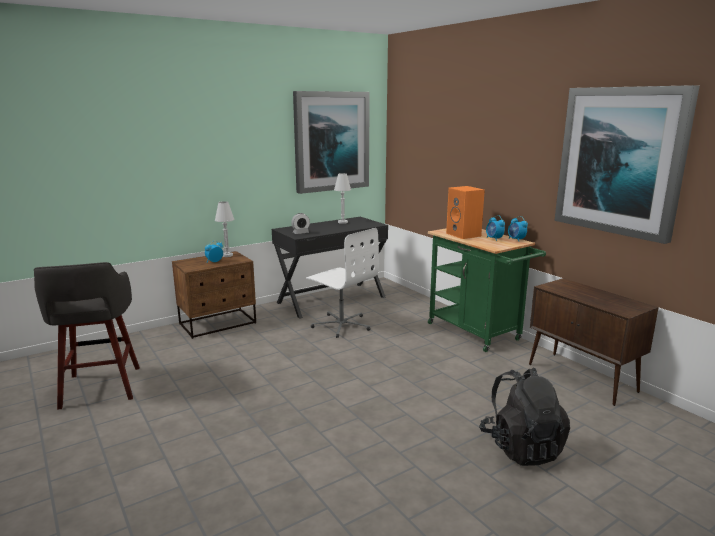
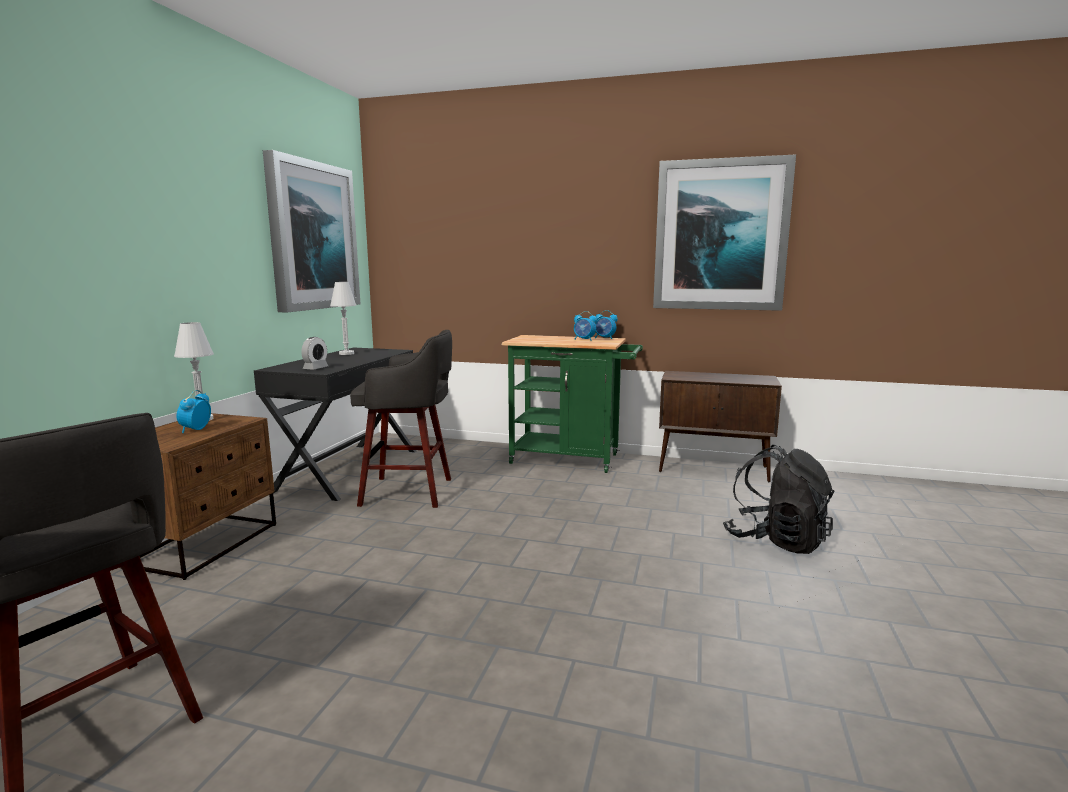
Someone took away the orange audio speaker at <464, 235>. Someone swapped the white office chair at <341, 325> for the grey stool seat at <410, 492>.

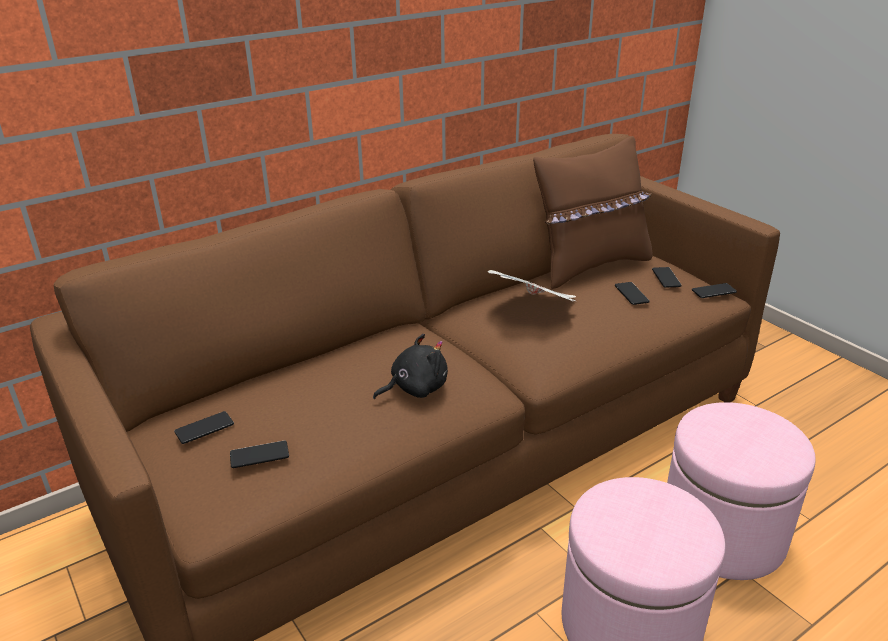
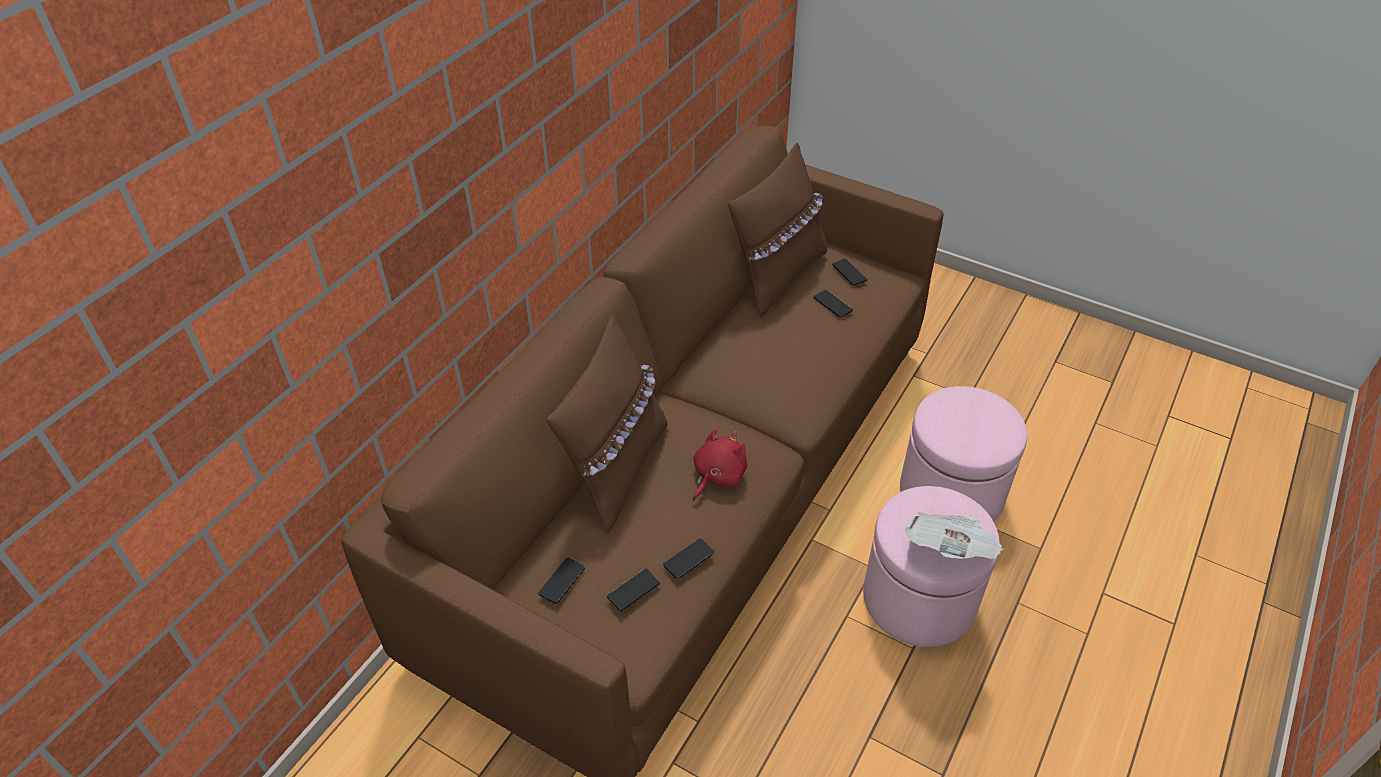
Someone carried the newspaper from <535, 308> to <950, 550>. Someone carried the handset from <713, 291> to <688, 559>. Someone repainted the blackish plush toy at <415, 388>, which became the red plush toy at <717, 476>. Someone put down the brown throw pillow at <616, 469>.

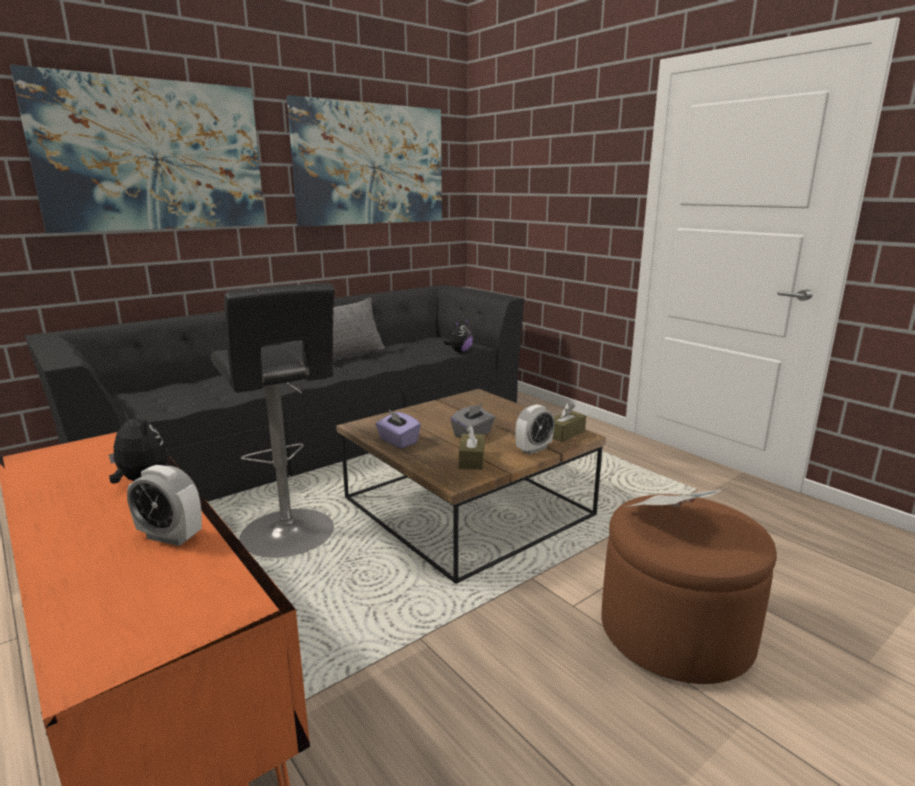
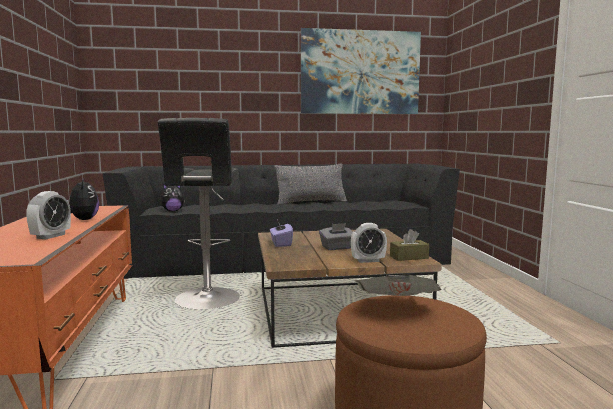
Someone took away the wall picture at <154, 156>. Someone carried the plush toy from <460, 352> to <173, 211>. Someone took away the brown box of tissues at <471, 459>. Someone rotated the bedside clock at <170, 537> by 120 degrees counterclockwise.

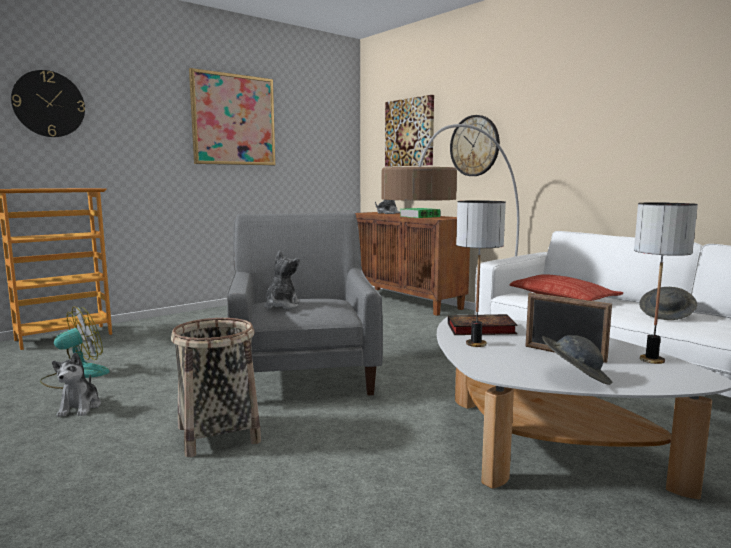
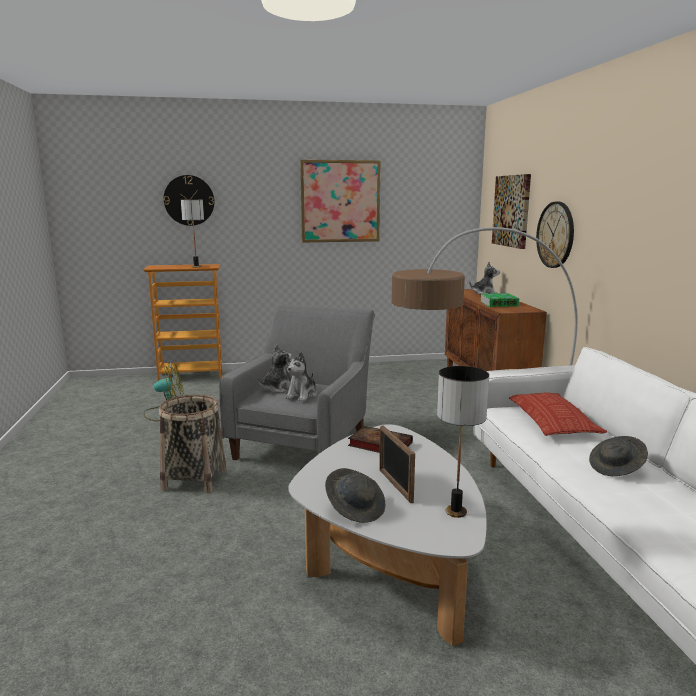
Someone carried the tabletop lamp from <475, 344> to <196, 266>. Someone carried the plush toy from <80, 407> to <302, 395>.

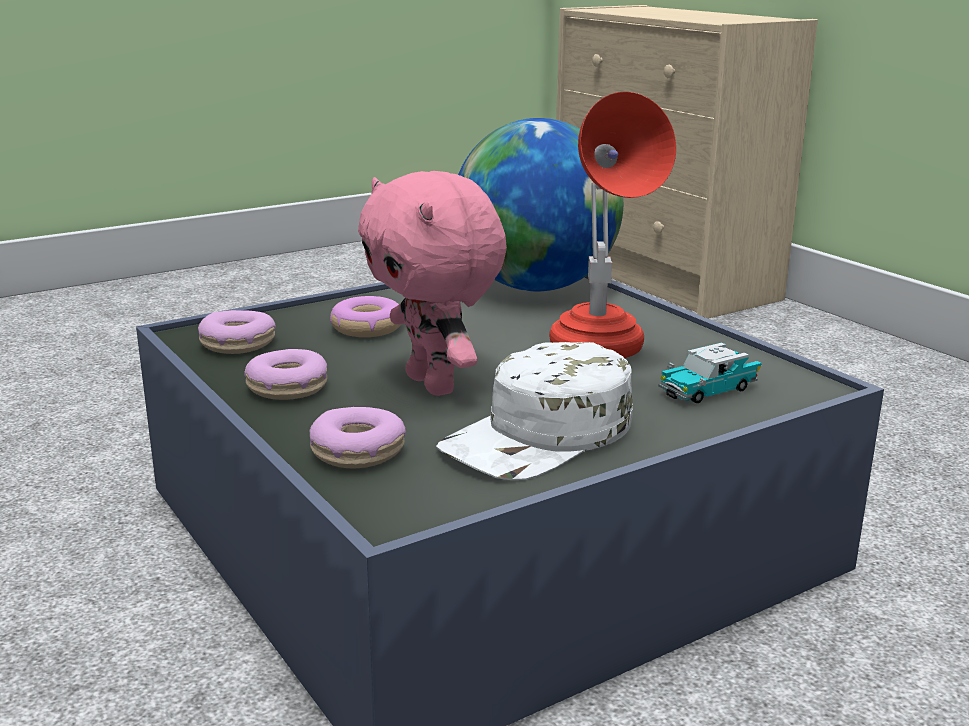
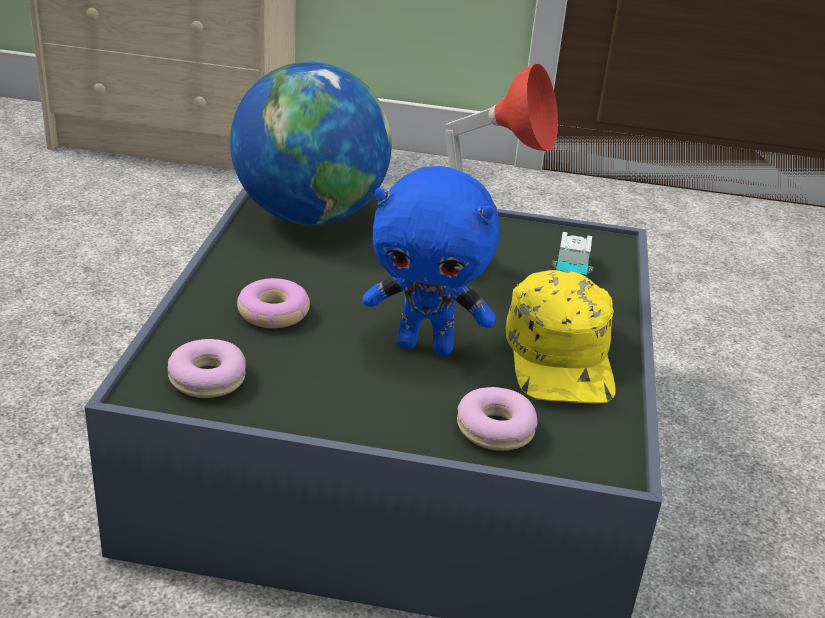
Someone repainted the pinkish plush toy at <434, 384>, which became the bluish plush toy at <426, 345>. Someone repainted the white peaked cap at <540, 436>, which became the yellow-coloured peaked cap at <561, 356>. Someone took away the ring doughnut at <287, 387>.

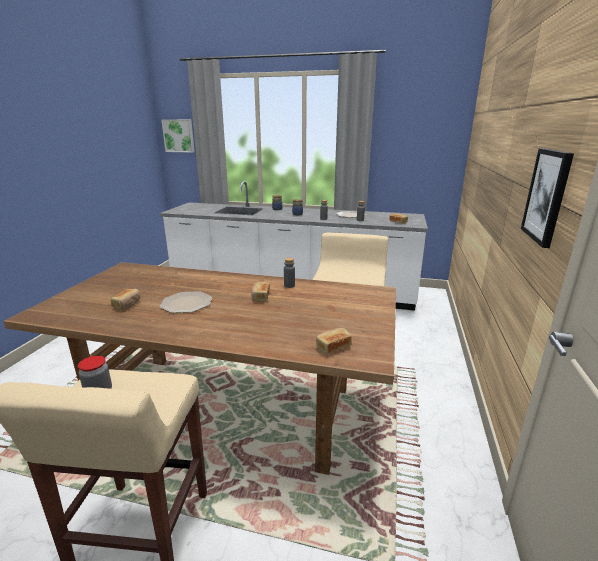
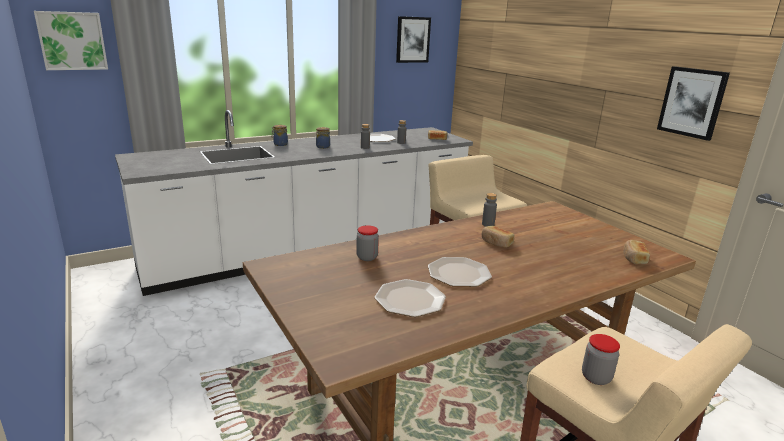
Someone swapped the bread at <127, 304> for the dinner plate at <411, 299>. Someone put up the wall picture at <412, 39>. Someone put down the jar at <367, 257>.

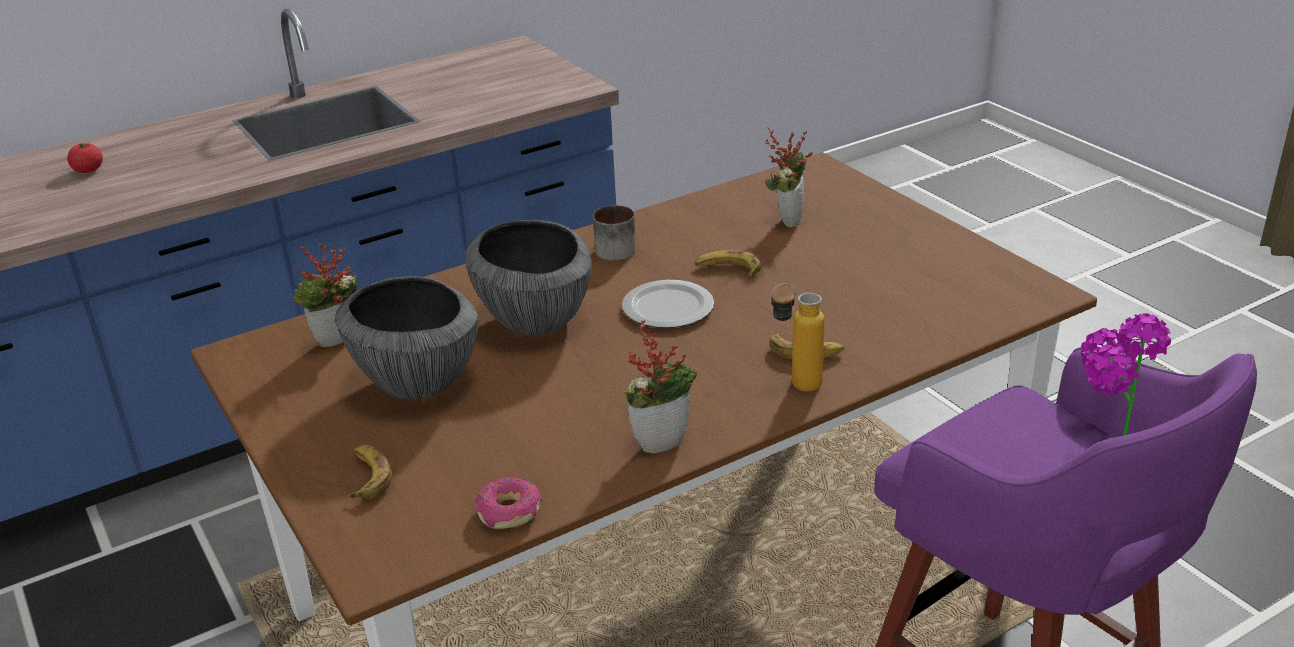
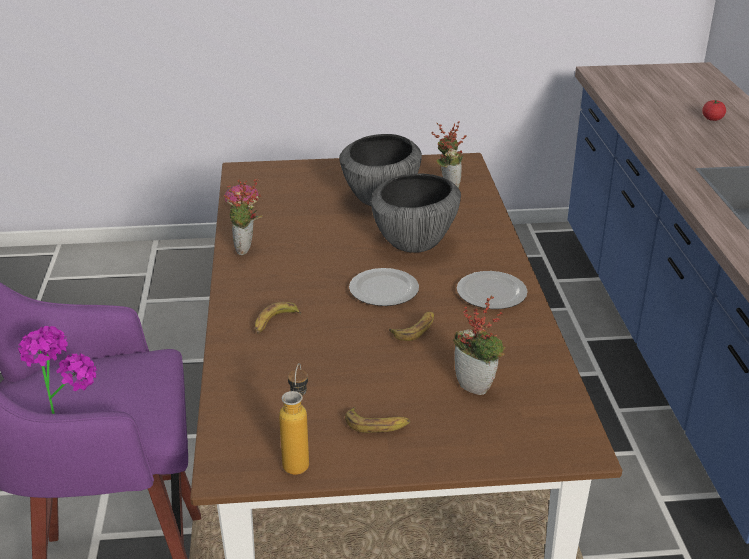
Someone swapped the mug at <613, 248> for the dinner plate at <492, 292>. Someone carried the beverage bottle from <795, 386> to <298, 459>. Someone carried the whole banana from <367, 476> to <377, 425>.

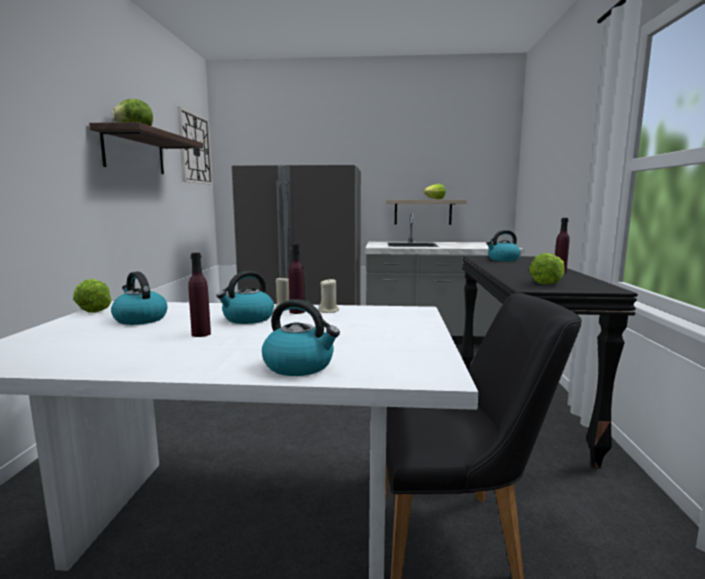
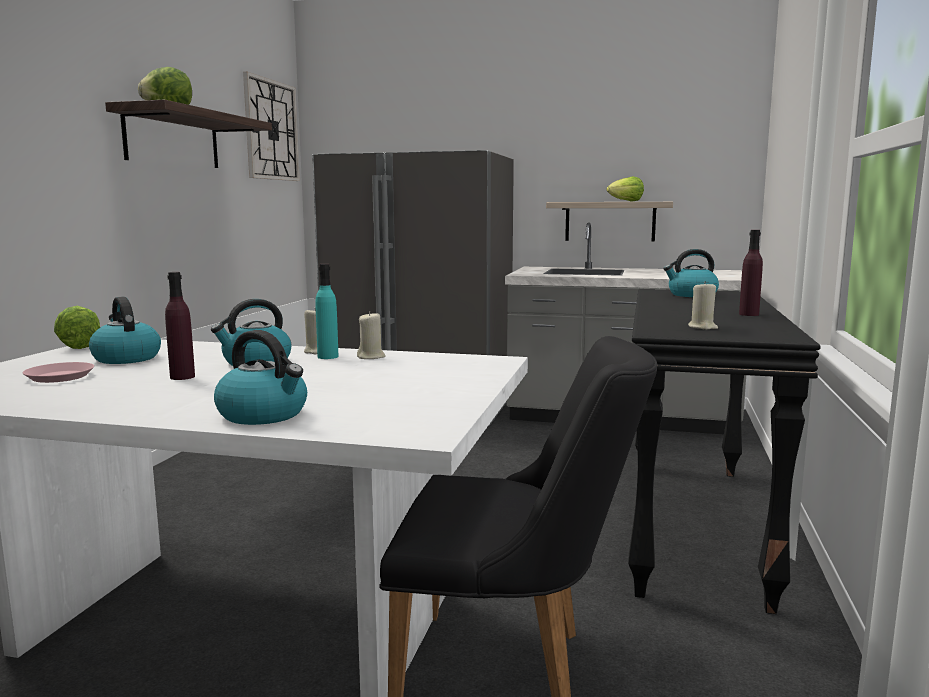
Someone repainted the purplish beverage bottle at <297, 312>, which became the blue-green beverage bottle at <328, 357>. Someone swapped the lettuce at <547, 282> for the beige-coloured wax light at <702, 327>. Someone put down the pinkish dinner plate at <59, 377>.

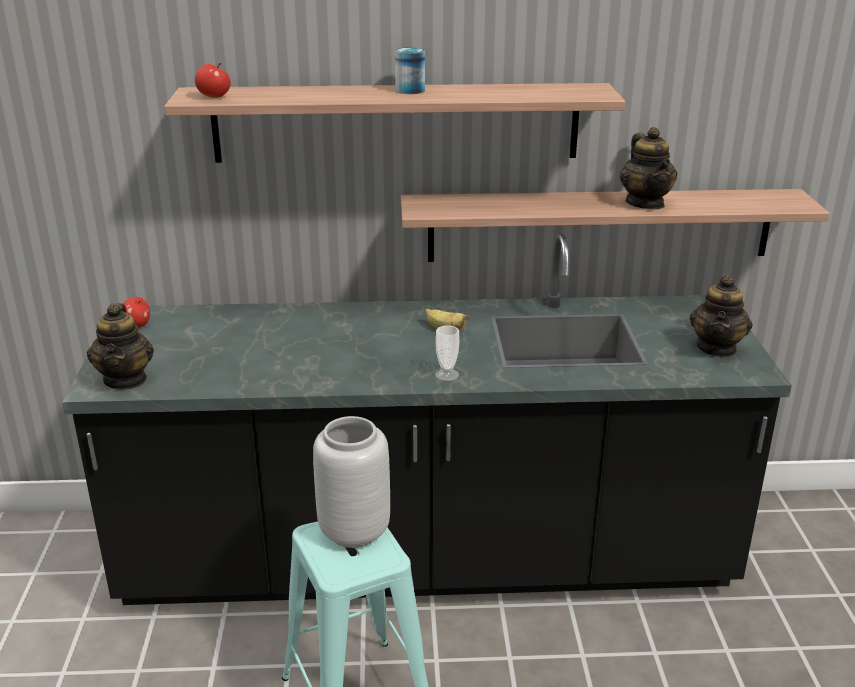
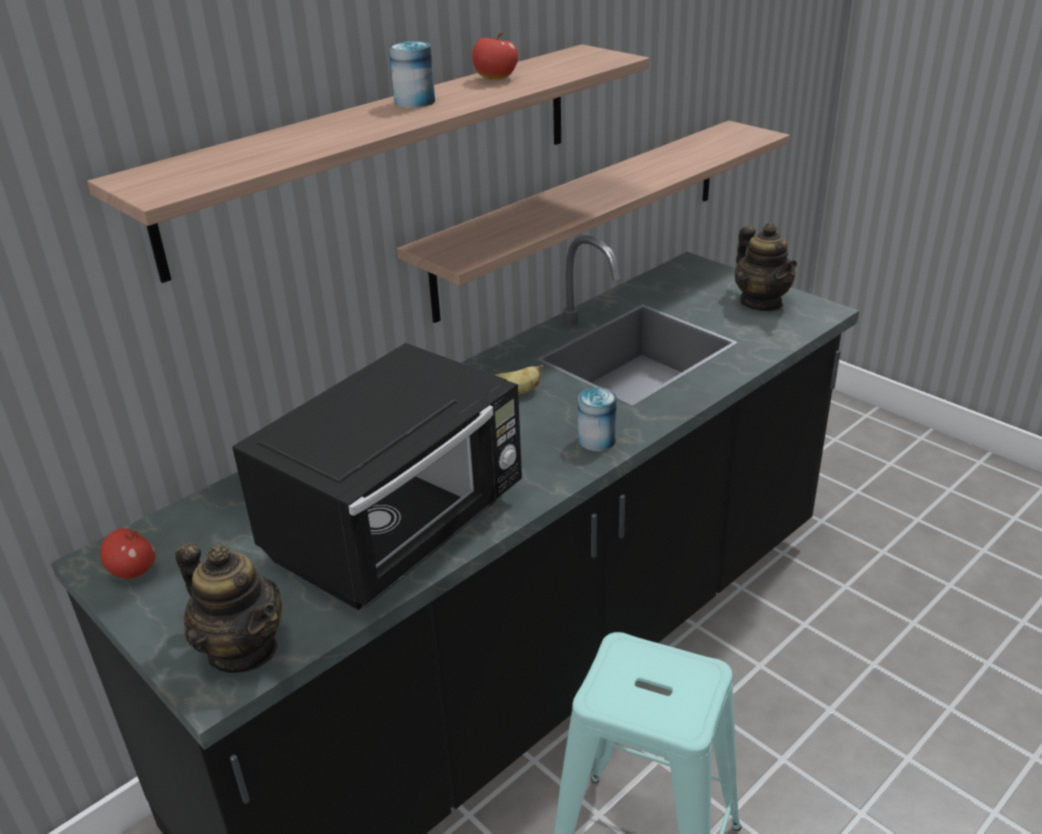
Someone carried the apple fruit from <214, 97> to <495, 79>. Someone took away the pot for tea at <645, 203>. Someone swapped the small cup at <447, 375> for the metal can at <597, 440>. Someone took away the grey flower vase at <354, 530>. Someone put down the blackish microwave oven at <400, 529>.

